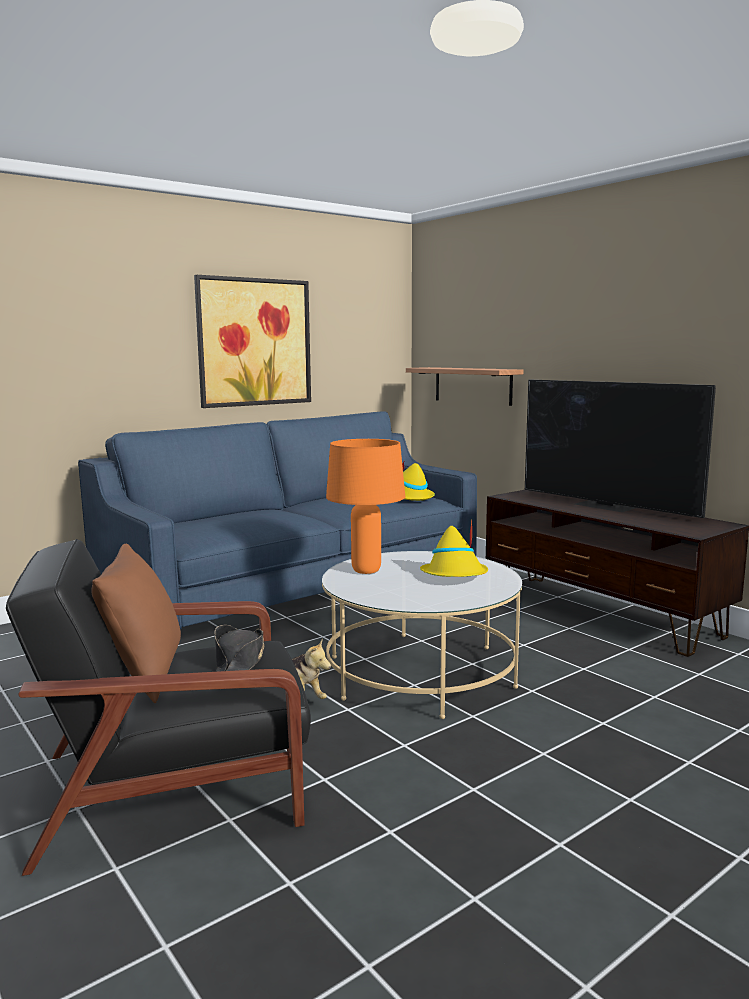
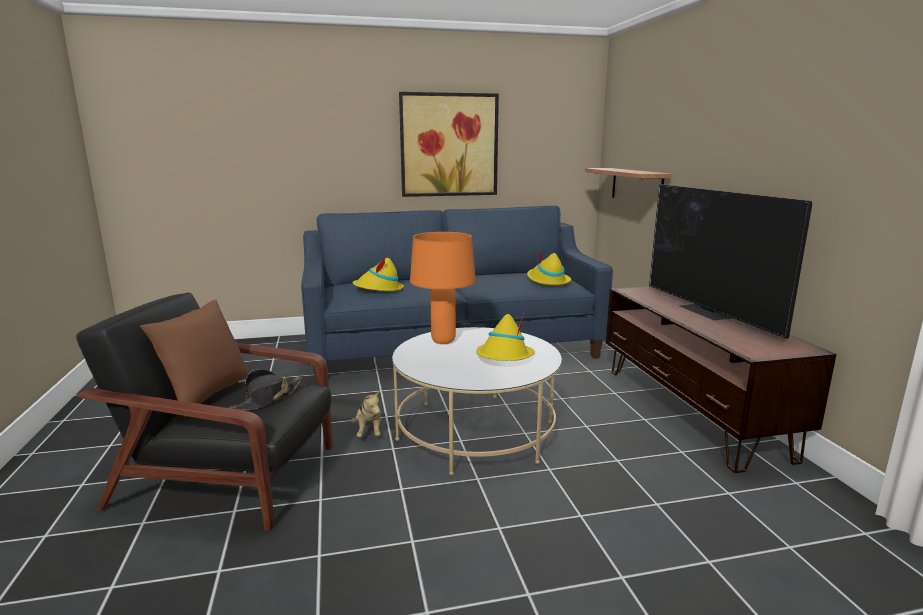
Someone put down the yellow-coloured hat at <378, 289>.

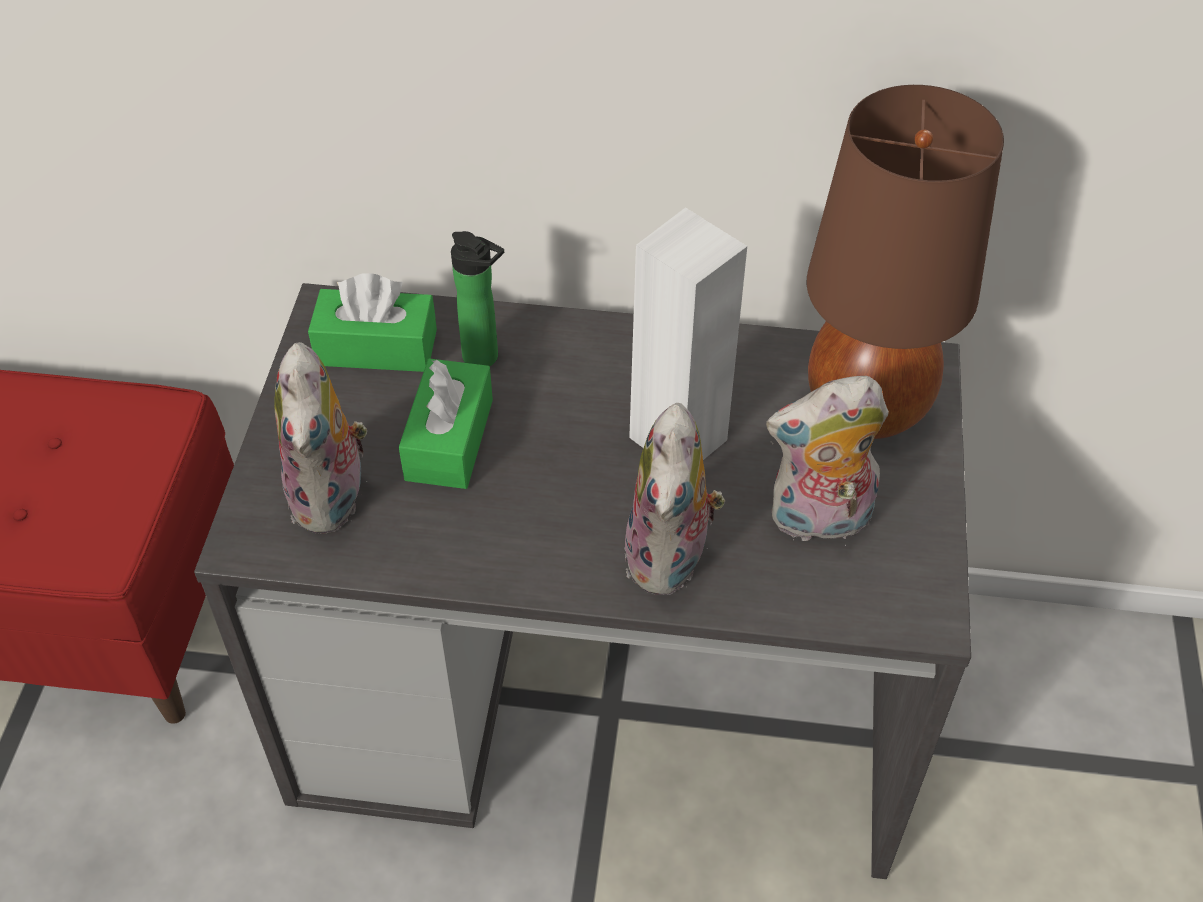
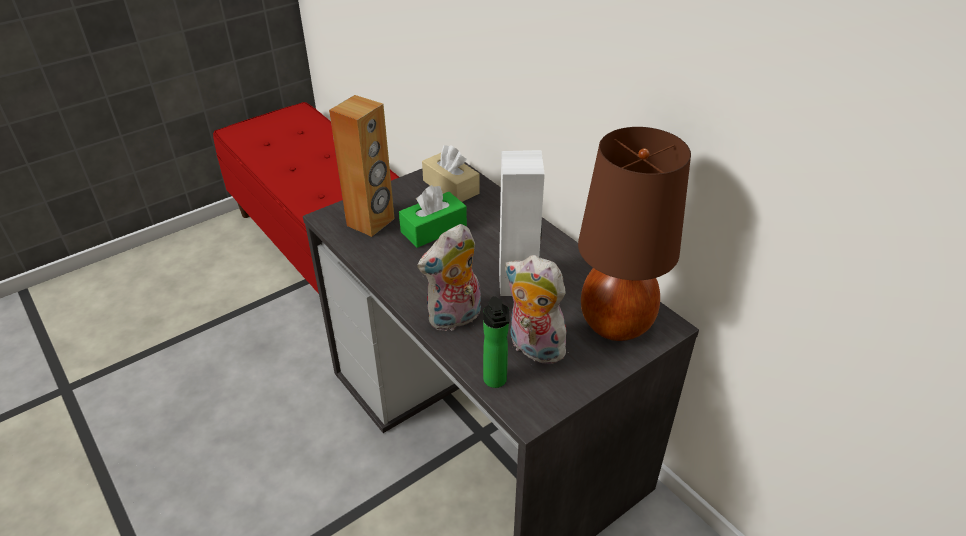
Someone carried the beverage bottle from <485, 359> to <495, 382>. Someone repainted the greenish box of tissues at <376, 347>, which became the beige-coloured box of tissues at <451, 187>. Someone swapped the plush toy at <333, 498> for the brown audio speaker at <371, 222>.

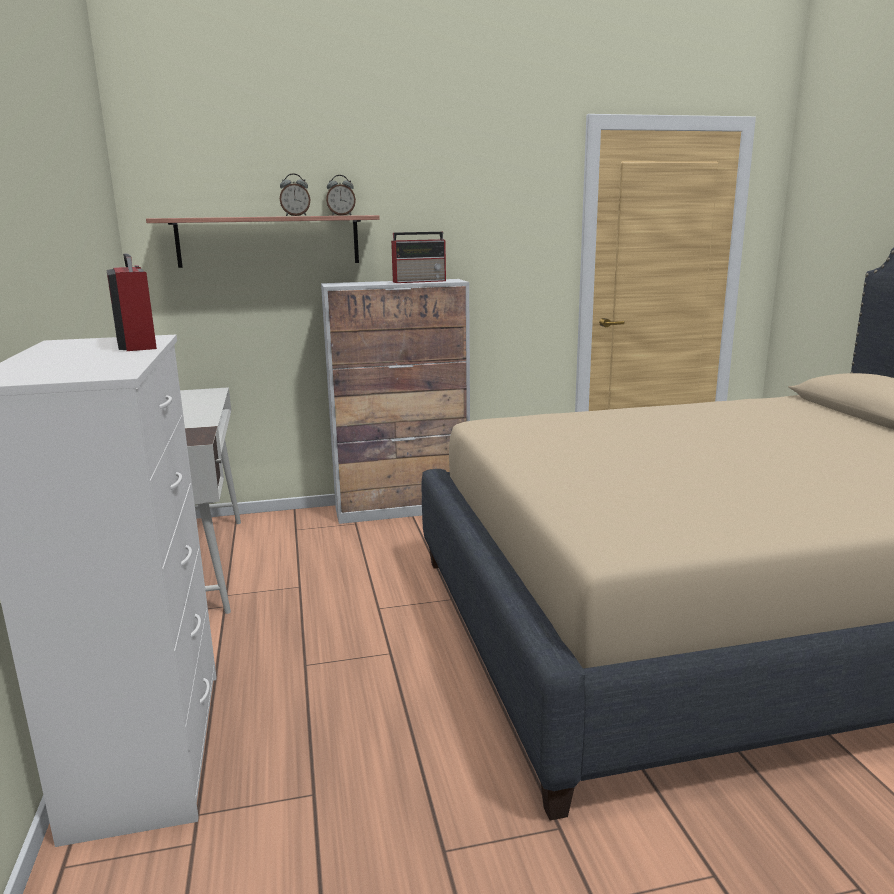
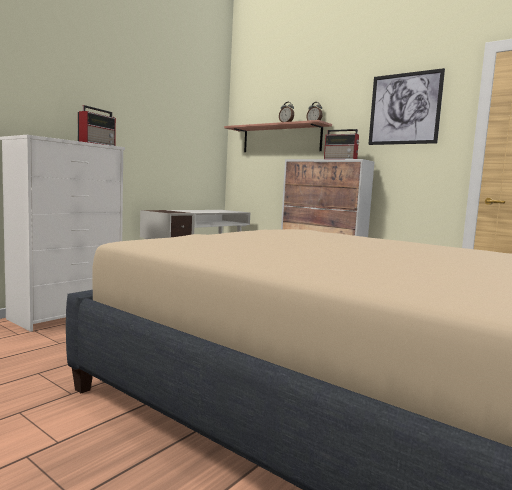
Someone put up the wall picture at <404, 109>.

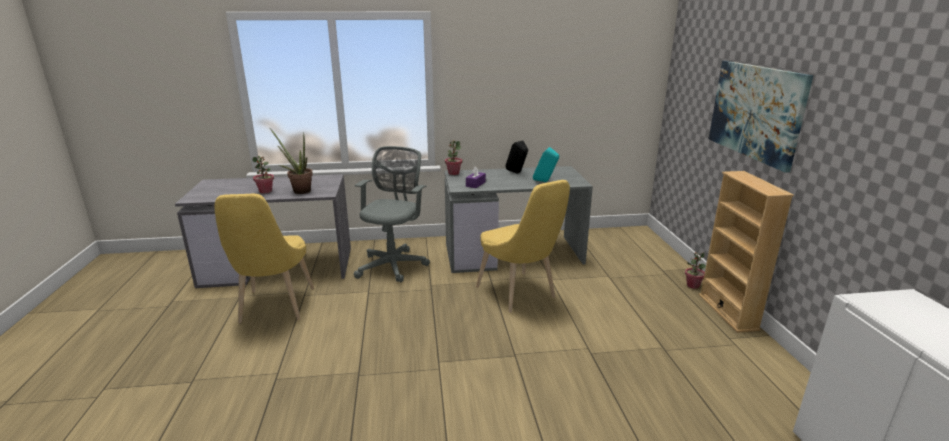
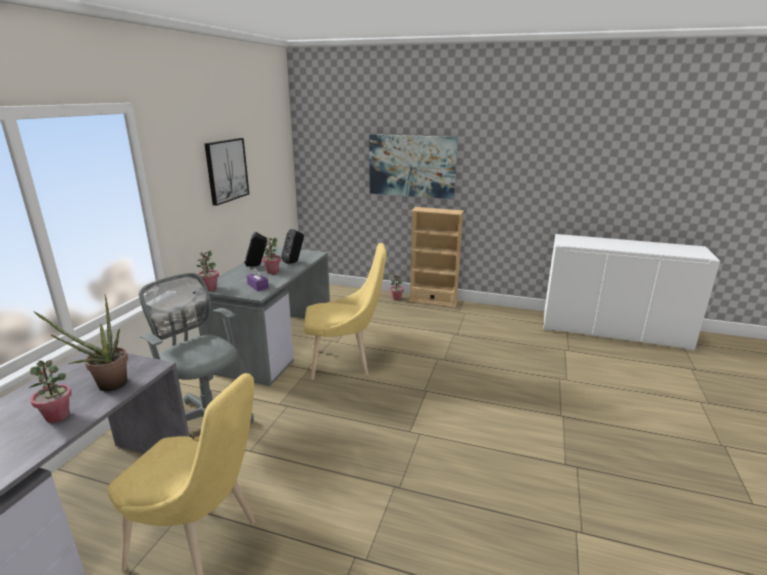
Someone repainted the blue-green audio speaker at <545, 181>, which became the blackish audio speaker at <294, 262>. Someone put up the wall picture at <226, 170>. Someone put down the plant in a pot at <272, 272>.

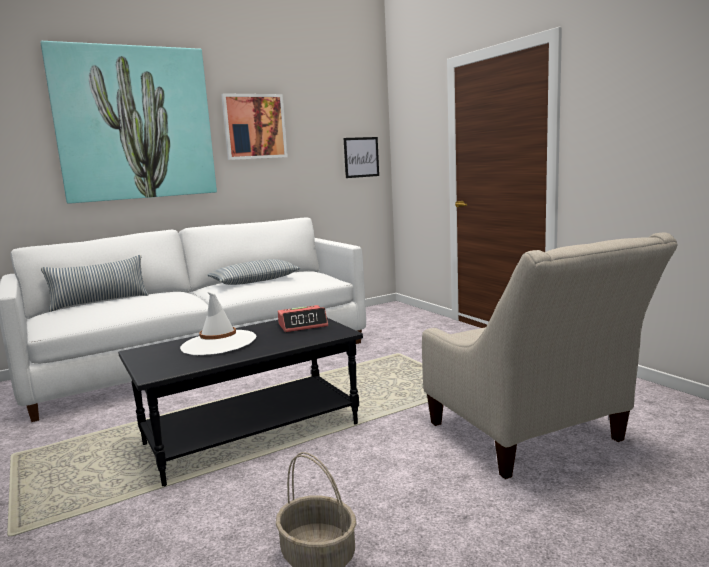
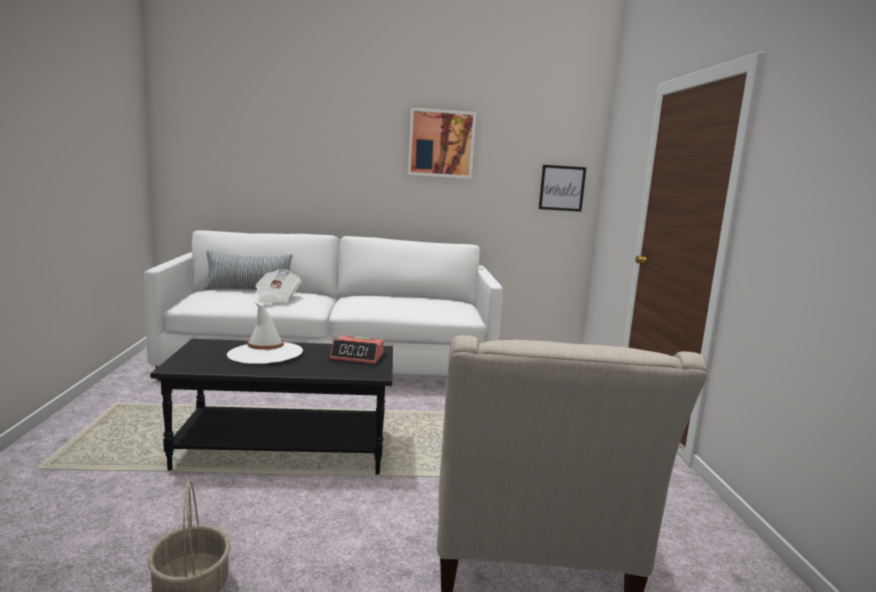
Someone took away the wall picture at <135, 124>. Someone took away the throw pillow at <255, 281>. Someone put down the newspaper at <276, 299>.

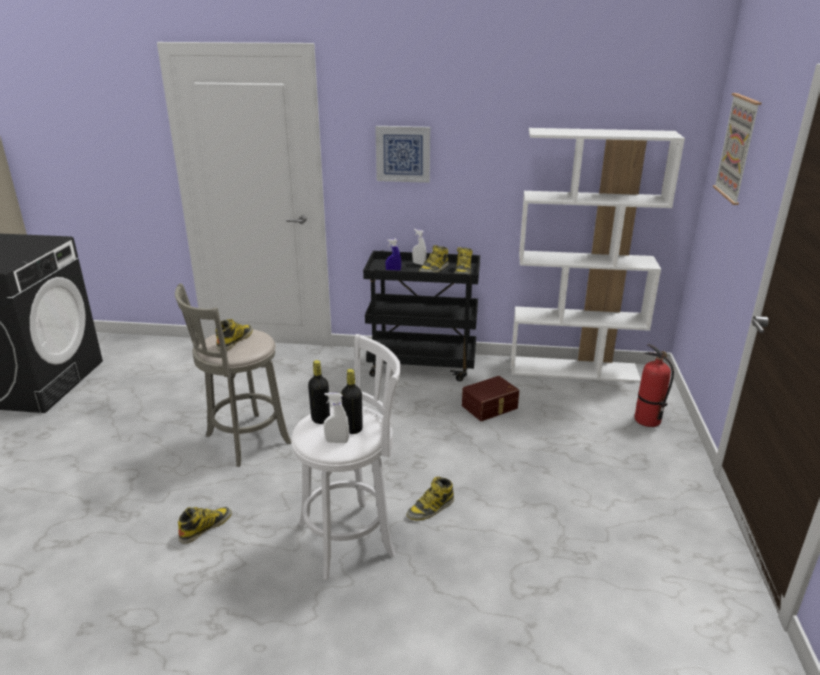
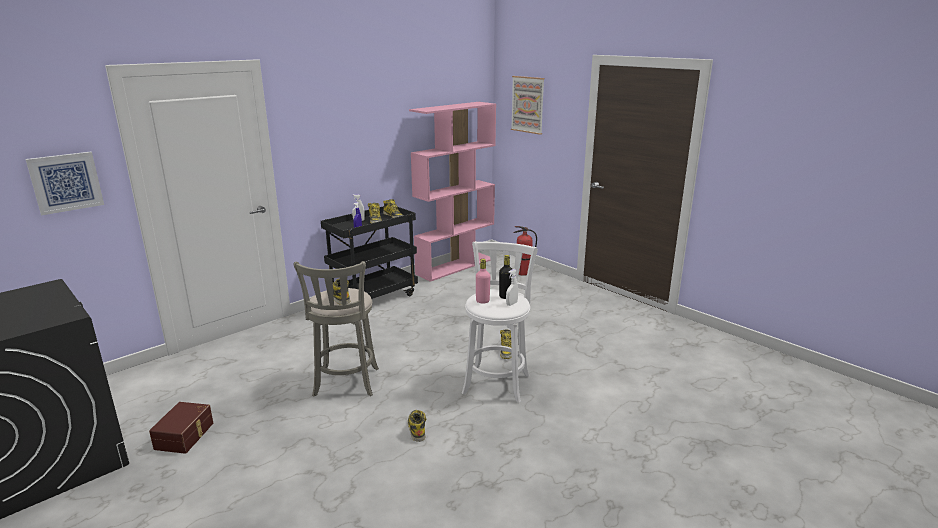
Someone carried the wall picture from <403, 154> to <66, 182>. Someone repainted the white bookcase at <574, 369>, which became the pinkish bookcase at <455, 266>. Someone repainted the blackish beverage bottle at <320, 419>, which became the pinkish beverage bottle at <482, 301>. Someone carried the brown storage container from <490, 407> to <185, 436>.

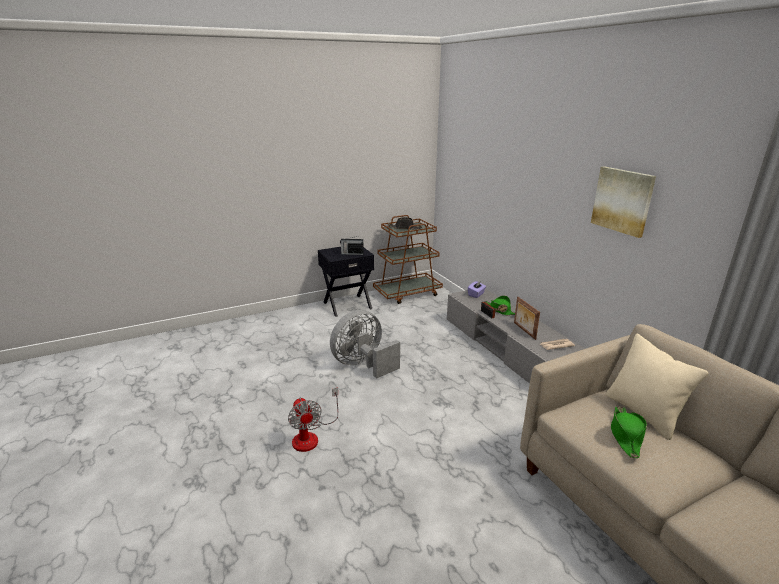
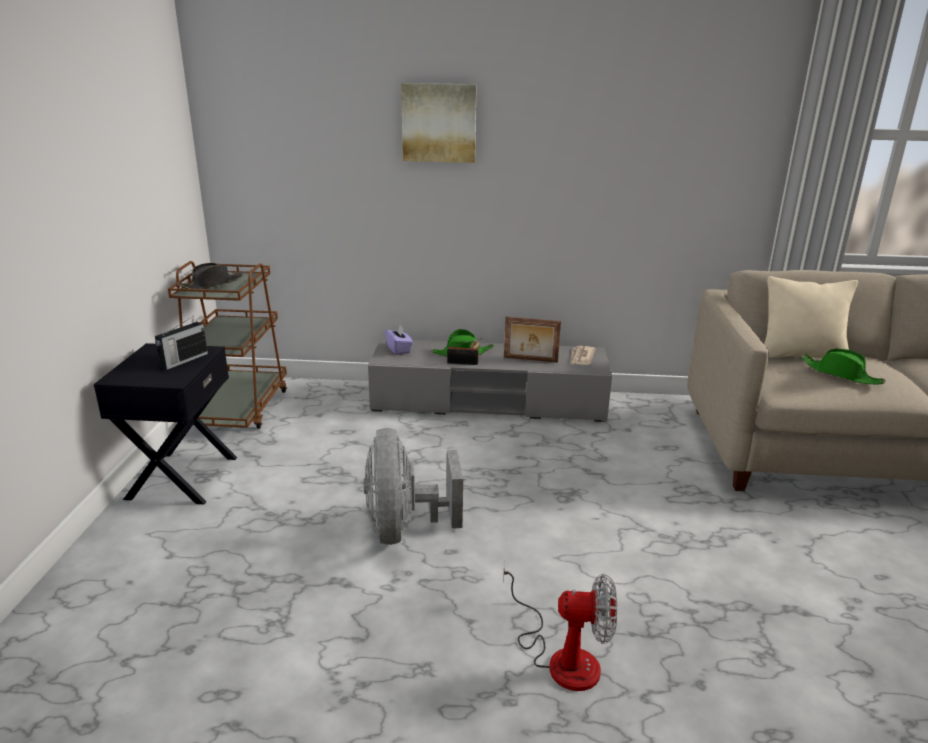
Someone carried the wall picture from <622, 200> to <439, 123>.

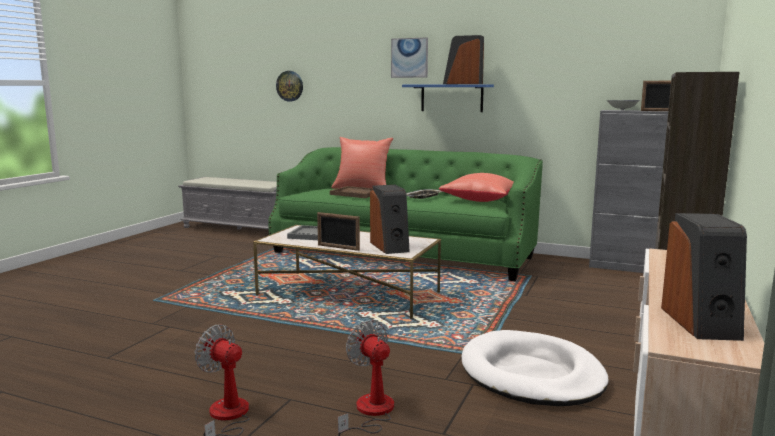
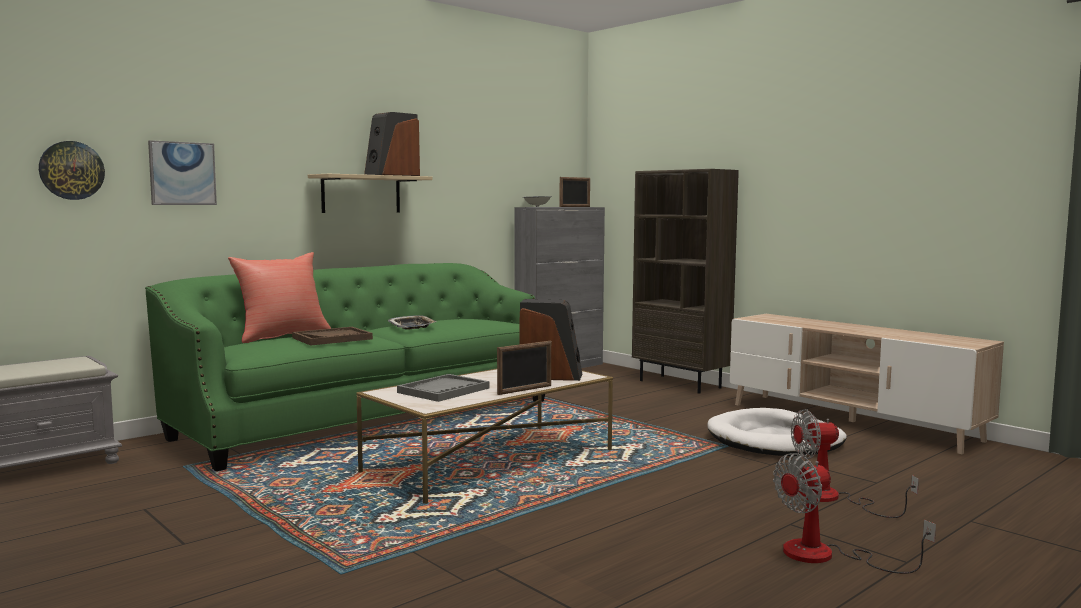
Someone carried the wall picture from <409, 58> to <182, 173>. Someone repainted the bluish wall shelf at <451, 98>, which became the beige-coloured wall shelf at <361, 194>. Someone took away the red throw pillow at <482, 200>. Someone took away the audio speaker at <701, 323>.

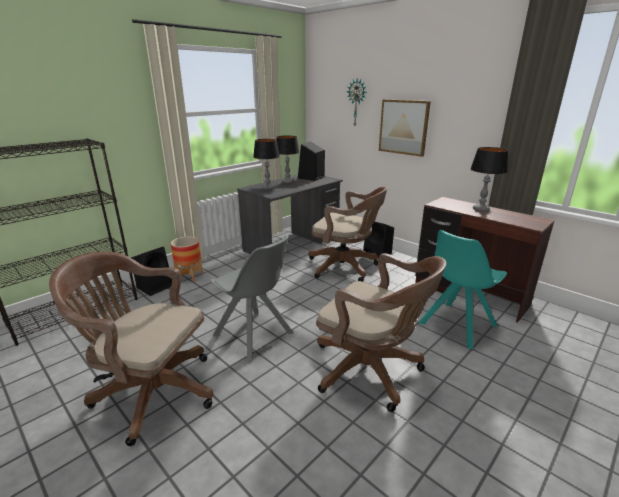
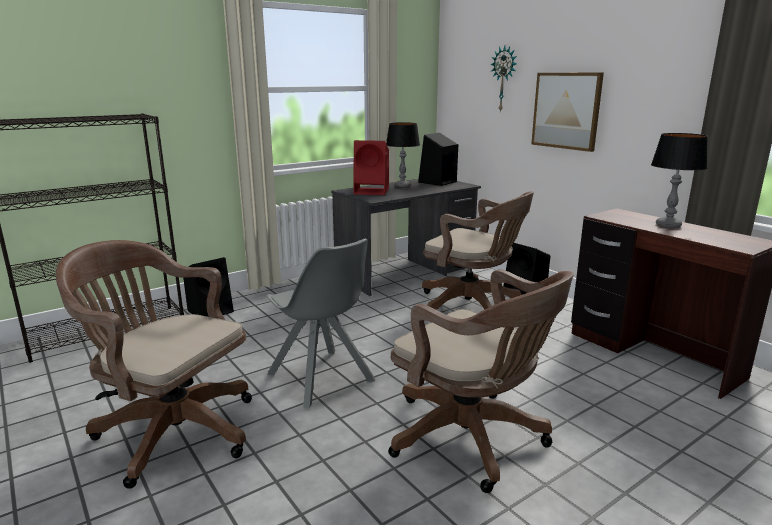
Someone swapped the tabletop lamp at <268, 188> for the red audio speaker at <372, 191>. Someone took away the blue-green chair at <456, 325>. Someone took away the plant pot at <189, 276>.

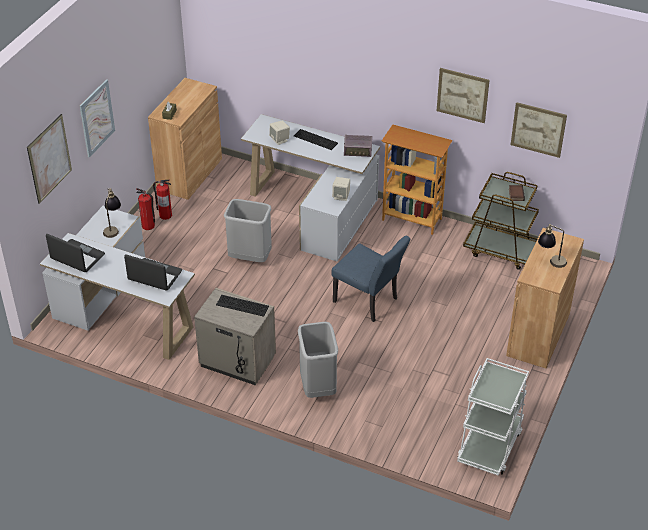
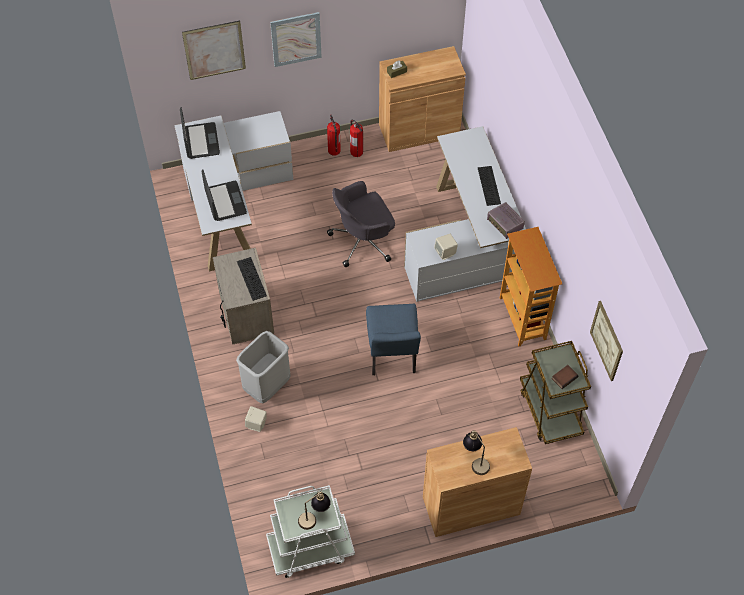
Someone took away the wall picture at <462, 95>. Someone carried the beige-coloured audio speaker from <280, 140> to <256, 424>. Someone carried the tabletop lamp from <113, 228> to <314, 517>. Someone swapped the grey trash can at <249, 258> for the grey office chair at <363, 241>.

